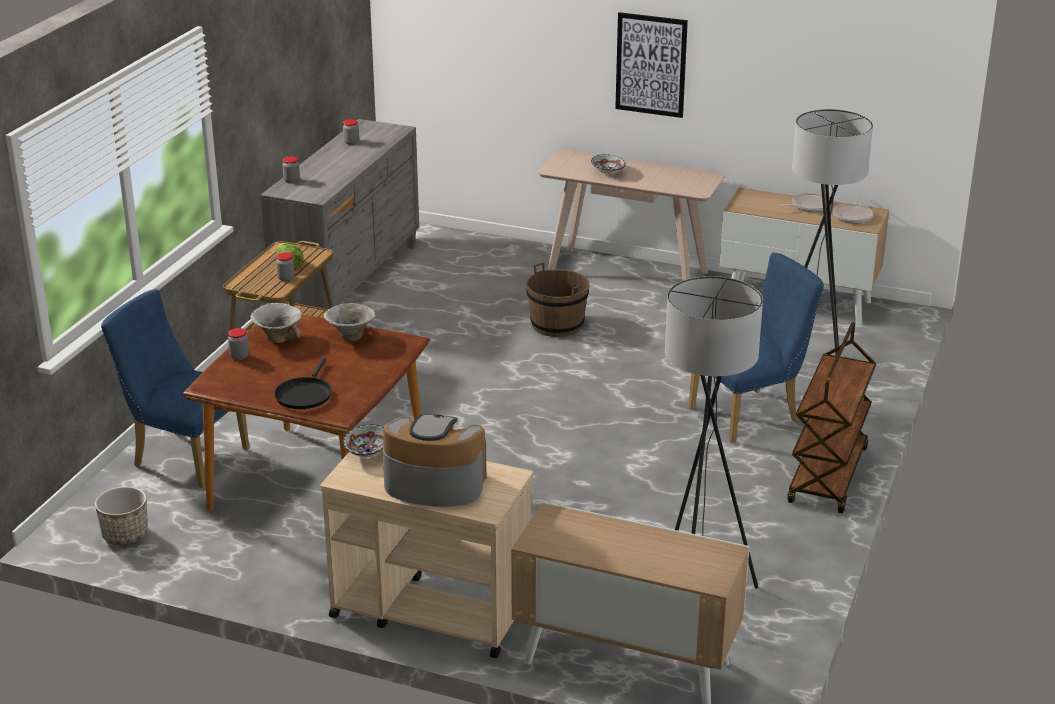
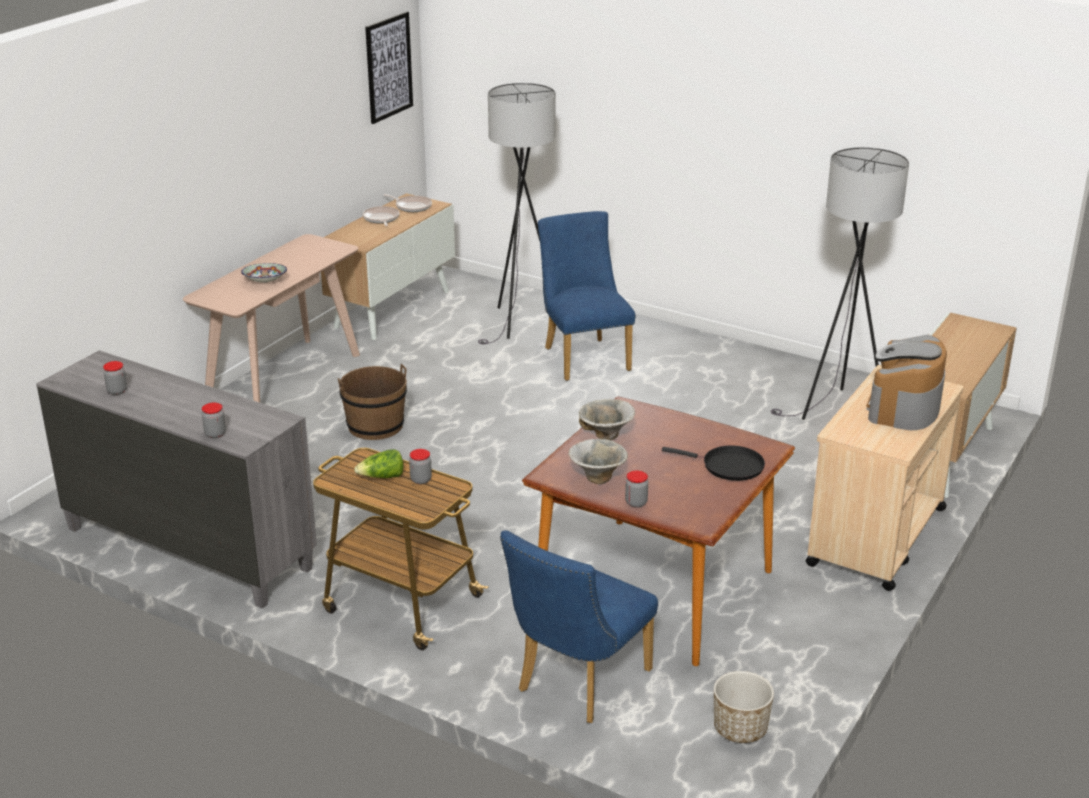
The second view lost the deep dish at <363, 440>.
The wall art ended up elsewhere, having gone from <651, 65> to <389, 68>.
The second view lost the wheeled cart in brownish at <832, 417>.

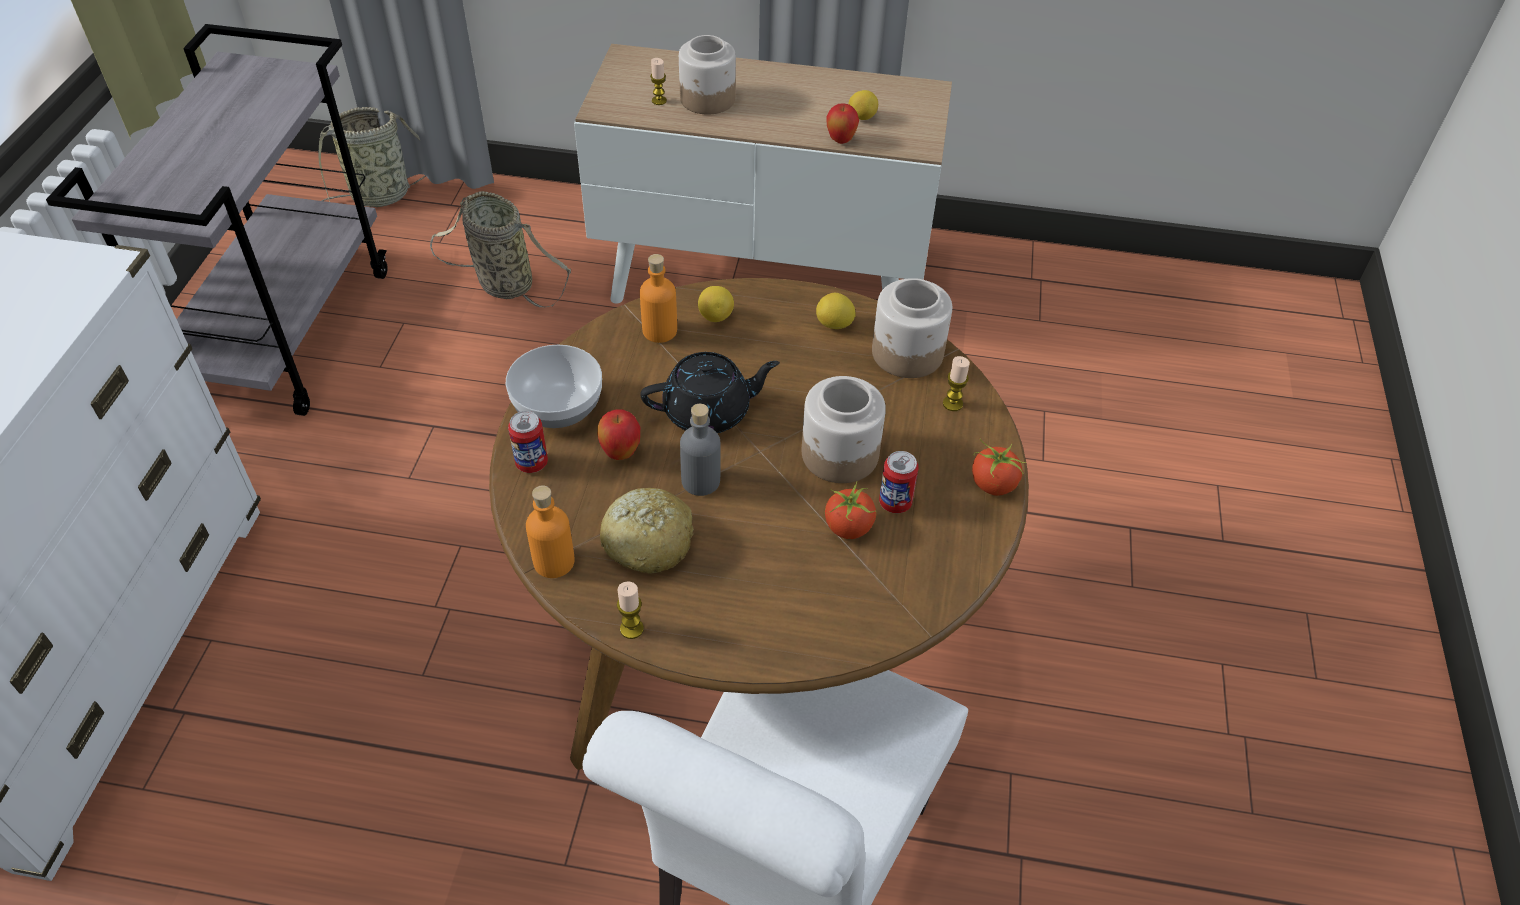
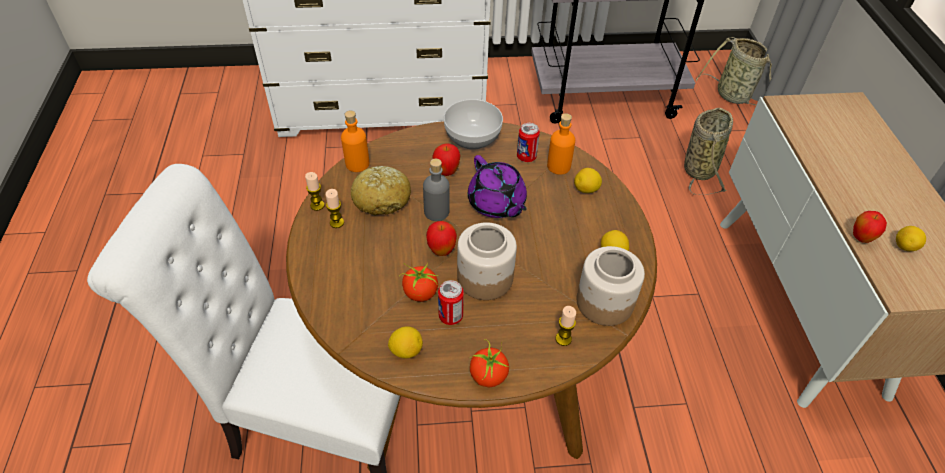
The sealed can ended up elsewhere, having gone from <528, 442> to <528, 142>.
What was the teapot in black at <710, 392> turned into the teapot in purplish at <497, 186>.
The candle ended up elsewhere, having gone from <658, 81> to <334, 208>.
The second view lost the preserve jar at <707, 75>.
The second view gained the citrus fruit at <405, 342>.
The second view gained the whole apple at <441, 238>.

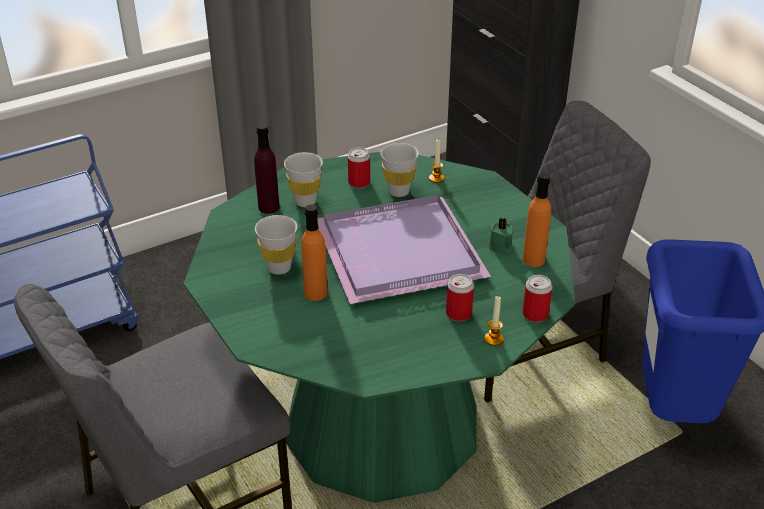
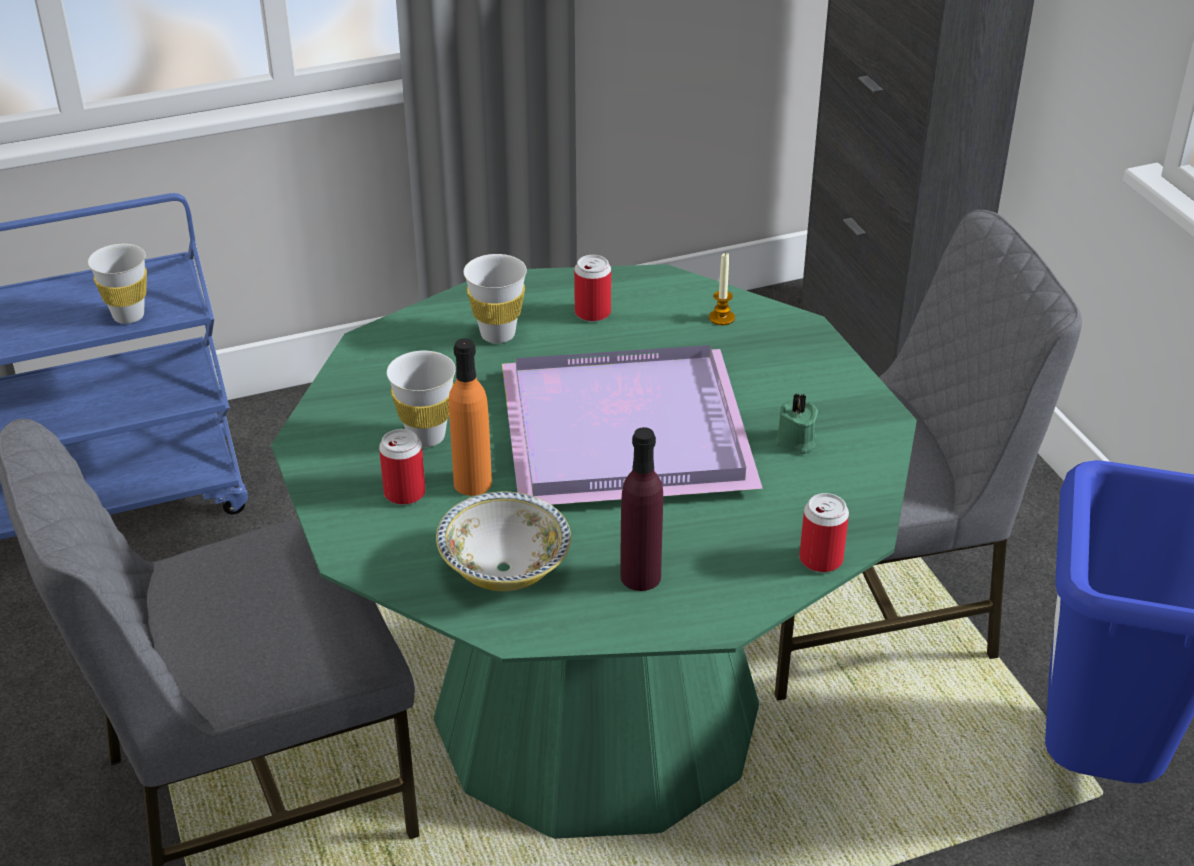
The bottle in purplish ended up elsewhere, having gone from <267, 169> to <641, 509>.
The small cup in white-coloured ended up elsewhere, having gone from <399, 170> to <117, 284>.
The sealed can ended up elsewhere, having gone from <460, 297> to <402, 467>.
The second view lost the candle at <494, 321>.
The second view lost the bottle in orangey at <537, 220>.
The second view gained the deep dish at <503, 541>.

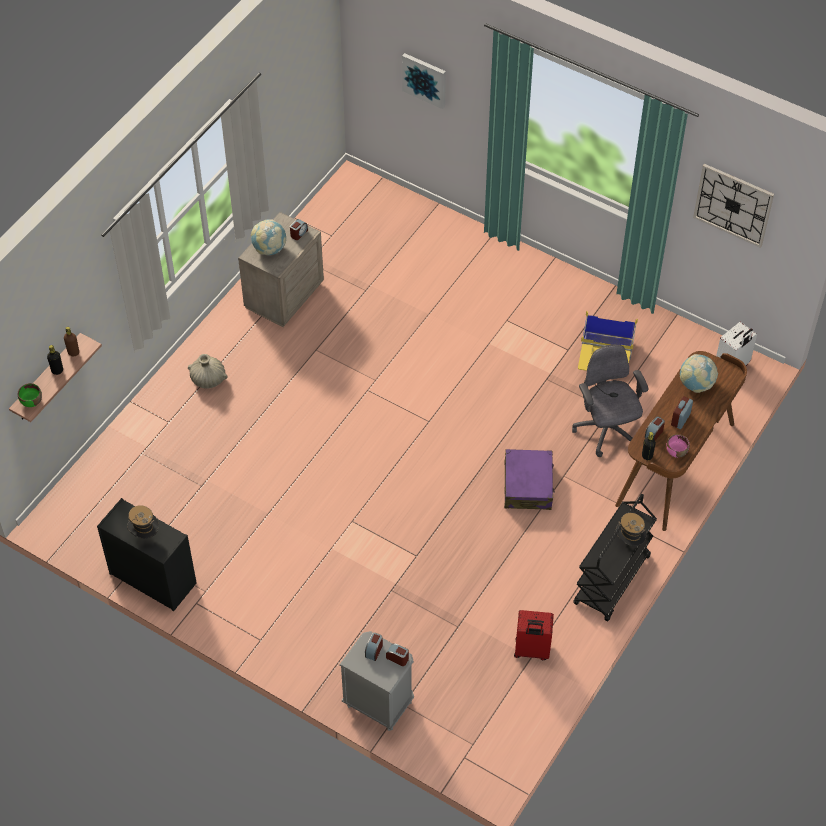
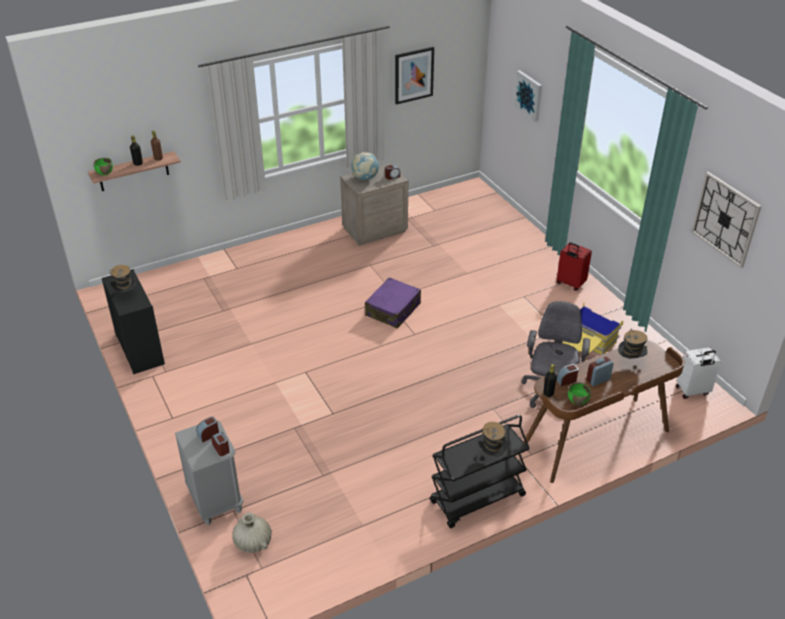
The decorative vase in beige-coloured ended up elsewhere, having gone from <207, 371> to <252, 533>.
The suitcase in purplish ended up elsewhere, having gone from <529, 479> to <393, 303>.
The suitcase in red ended up elsewhere, having gone from <534, 635> to <574, 266>.
What was the deep dish in pinkish at <678, 446> turned into the deep dish in green at <579, 393>.
Where the desk globe stood at <699, 373>, the clothing hat came to stand at <633, 343>.
The second view gained the wall art at <414, 76>.

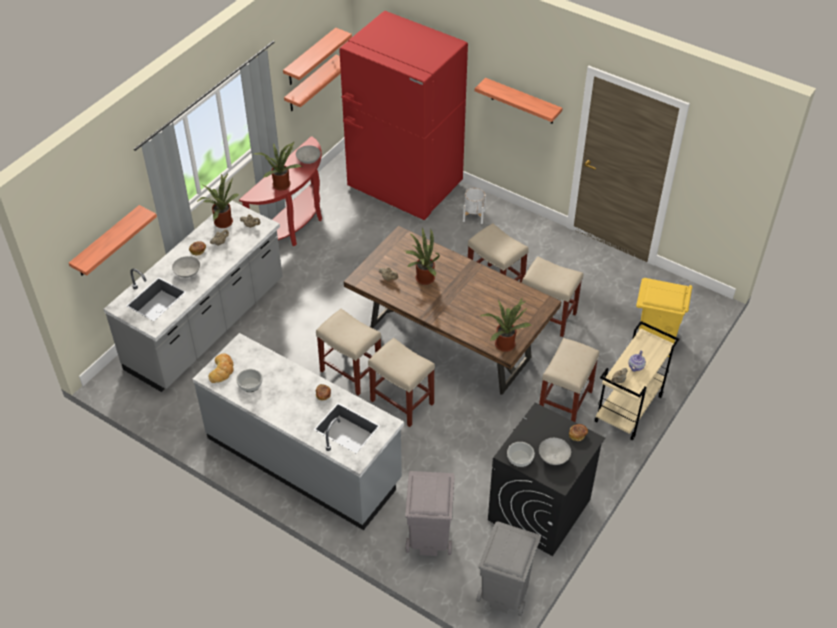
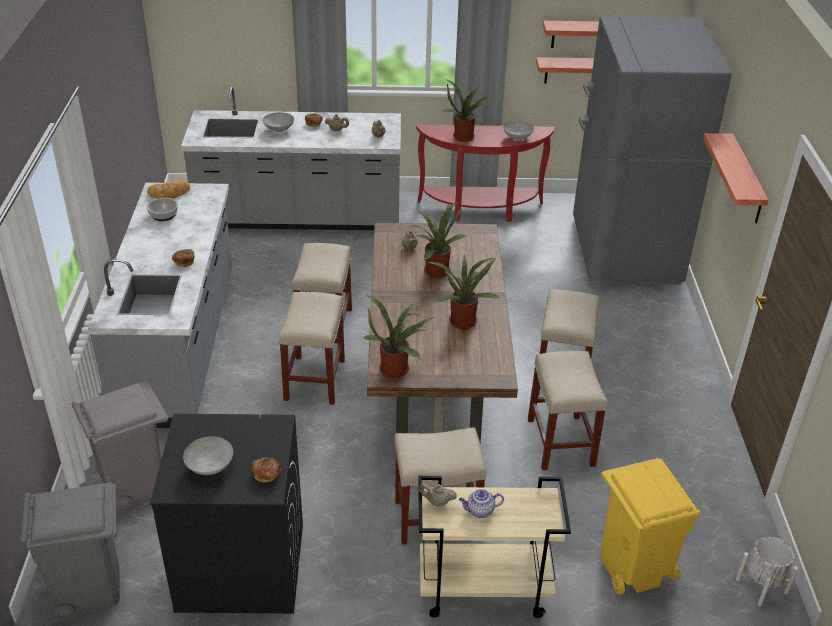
The second view lost the wall shelf at <113, 240>.
The potted plant ended up elsewhere, having gone from <218, 200> to <463, 291>.
What was the refrigerator in red at <403, 115> turned into the refrigerator in gray at <652, 150>.
The flower pot in white-coloured ended up elsewhere, having gone from <474, 206> to <767, 571>.
The second view lost the deep dish at <521, 454>.

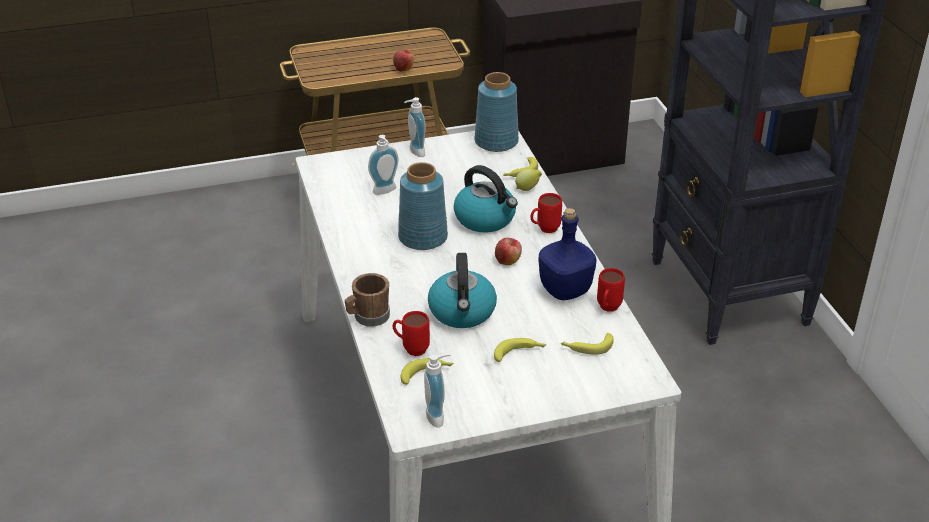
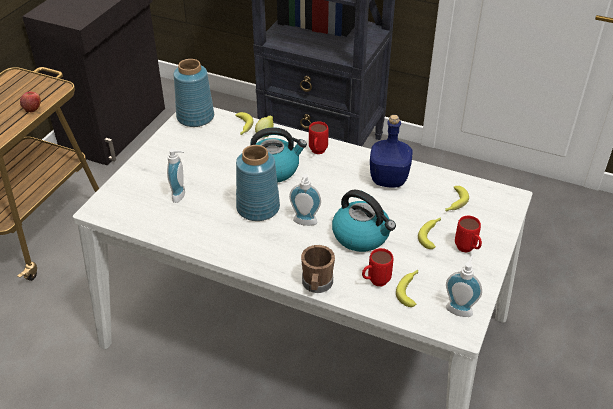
The liquid soap bottle ended up elsewhere, having gone from <415, 127> to <305, 200>.
The second view lost the whole apple at <508, 251>.
The coffee mug in red ended up elsewhere, having gone from <611, 290> to <468, 234>.

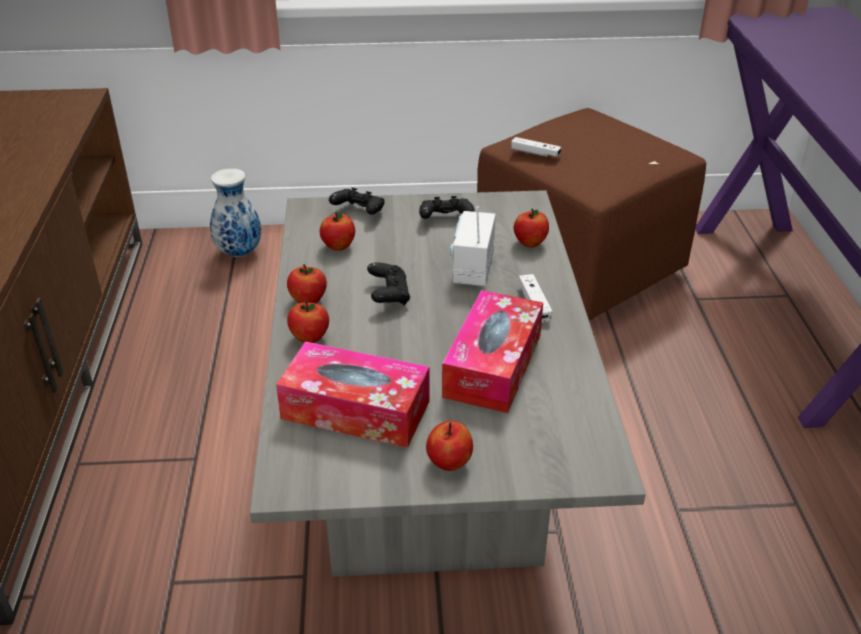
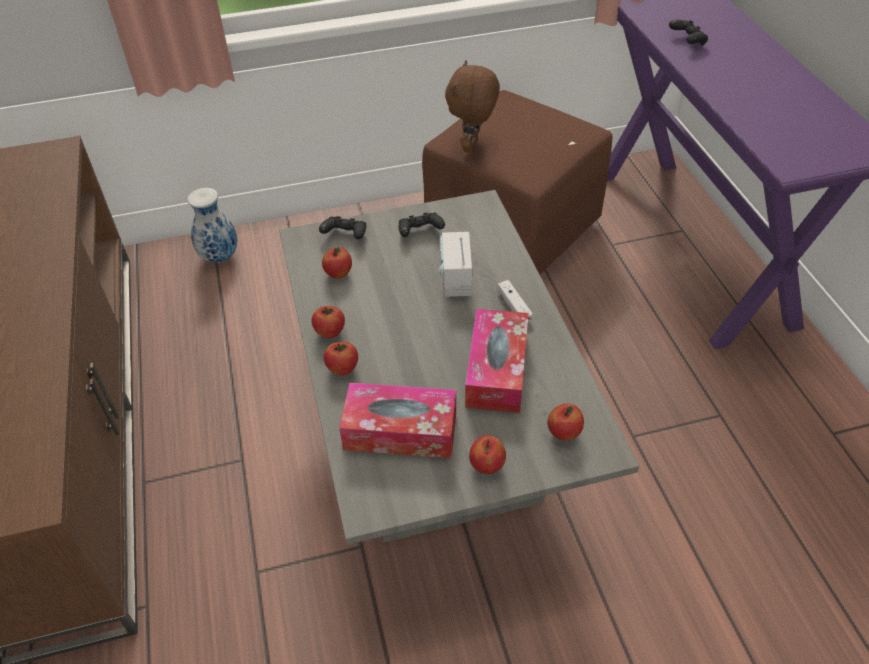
The gamepad in black ended up elsewhere, having gone from <388, 284> to <688, 33>.
Where the gamepad in white-coloured stood at <536, 147>, the plush toy in brownish came to stand at <472, 106>.
The whole apple ended up elsewhere, having gone from <531, 227> to <565, 422>.

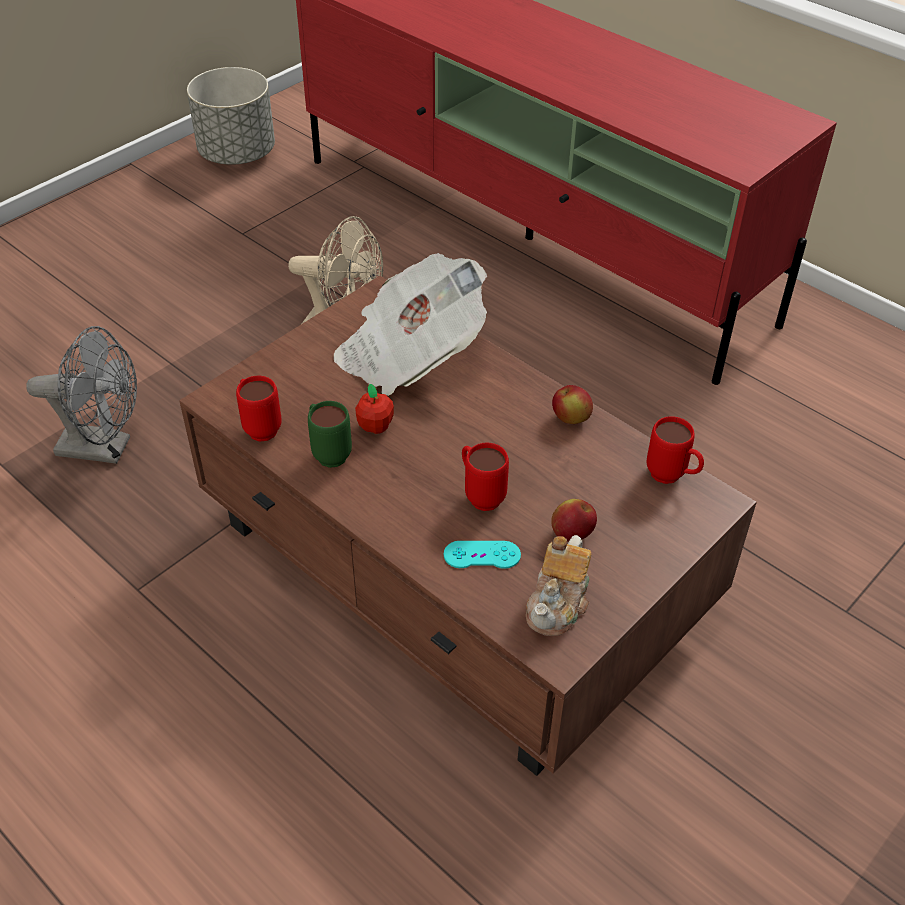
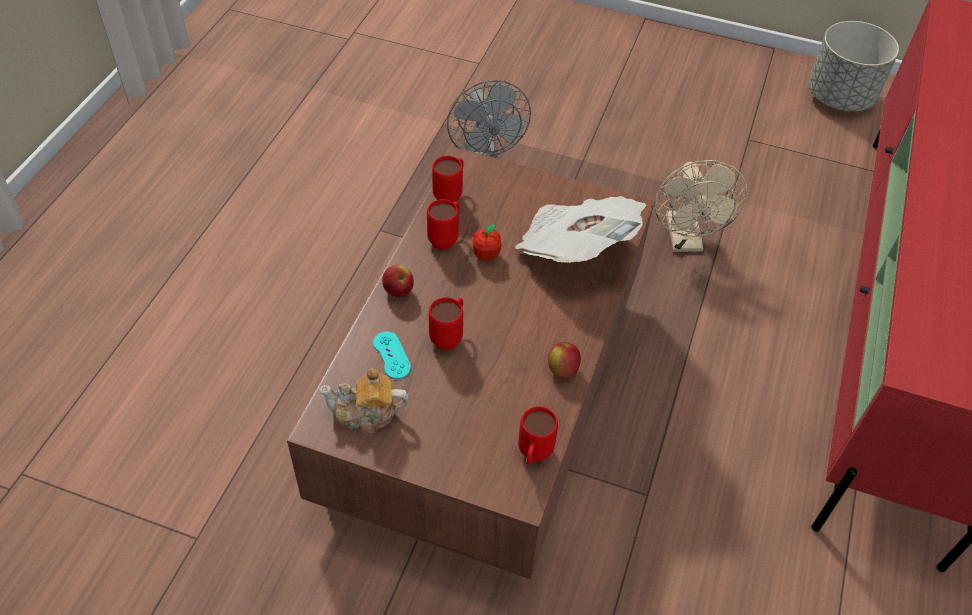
What was the coffee mug in green at <330, 434> turned into the coffee mug in red at <443, 224>.
The whole apple ended up elsewhere, having gone from <574, 520> to <398, 281>.

